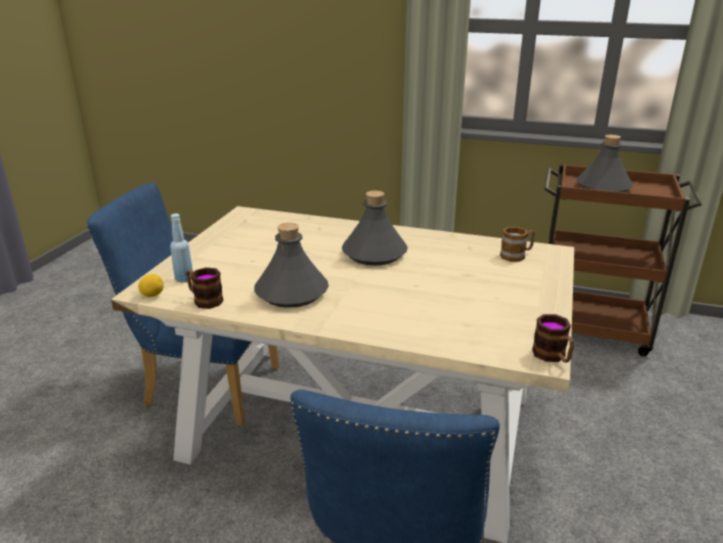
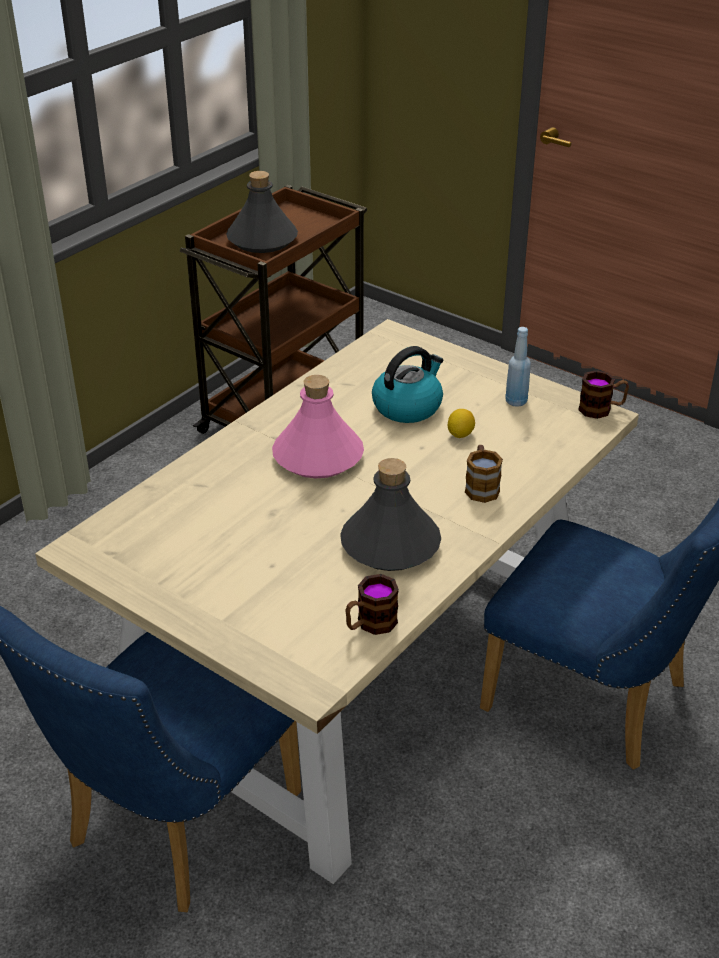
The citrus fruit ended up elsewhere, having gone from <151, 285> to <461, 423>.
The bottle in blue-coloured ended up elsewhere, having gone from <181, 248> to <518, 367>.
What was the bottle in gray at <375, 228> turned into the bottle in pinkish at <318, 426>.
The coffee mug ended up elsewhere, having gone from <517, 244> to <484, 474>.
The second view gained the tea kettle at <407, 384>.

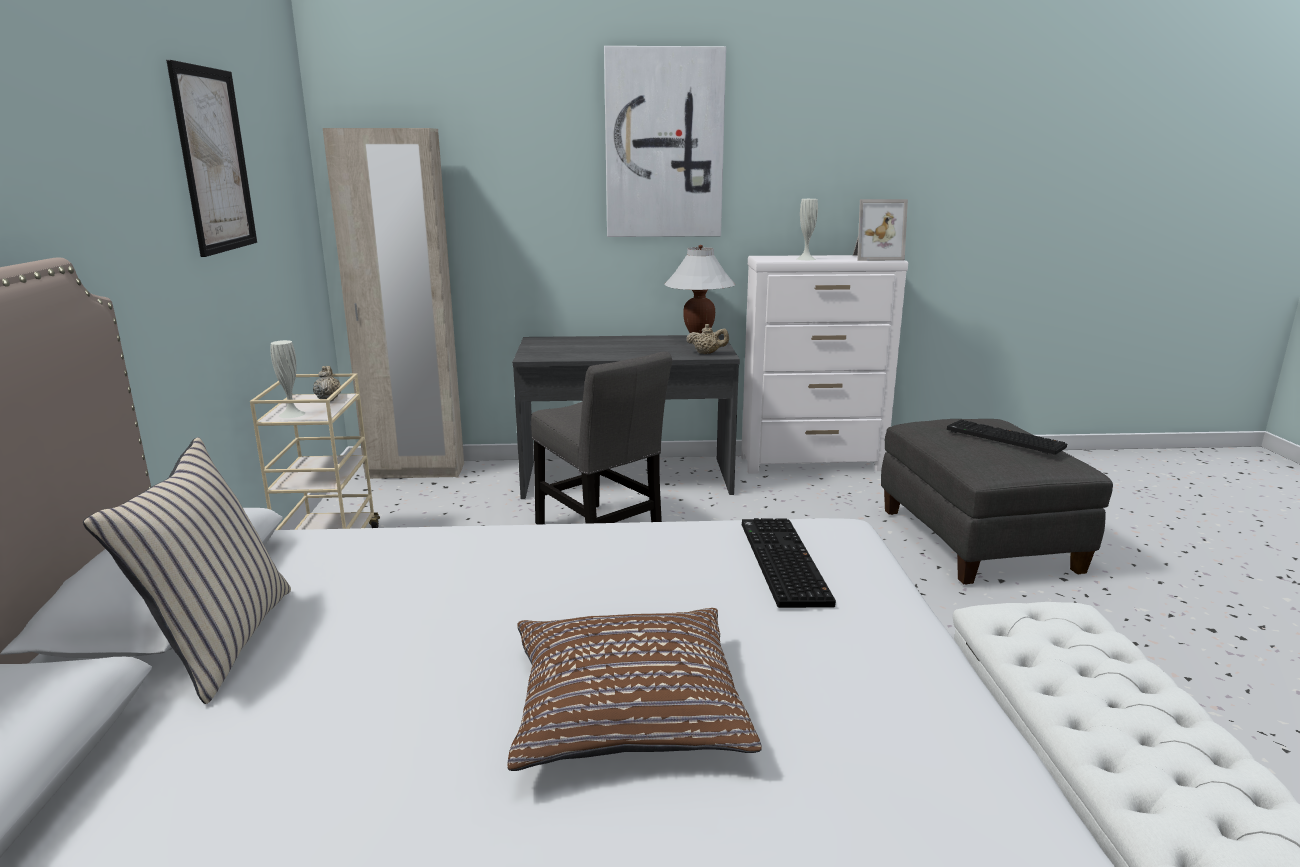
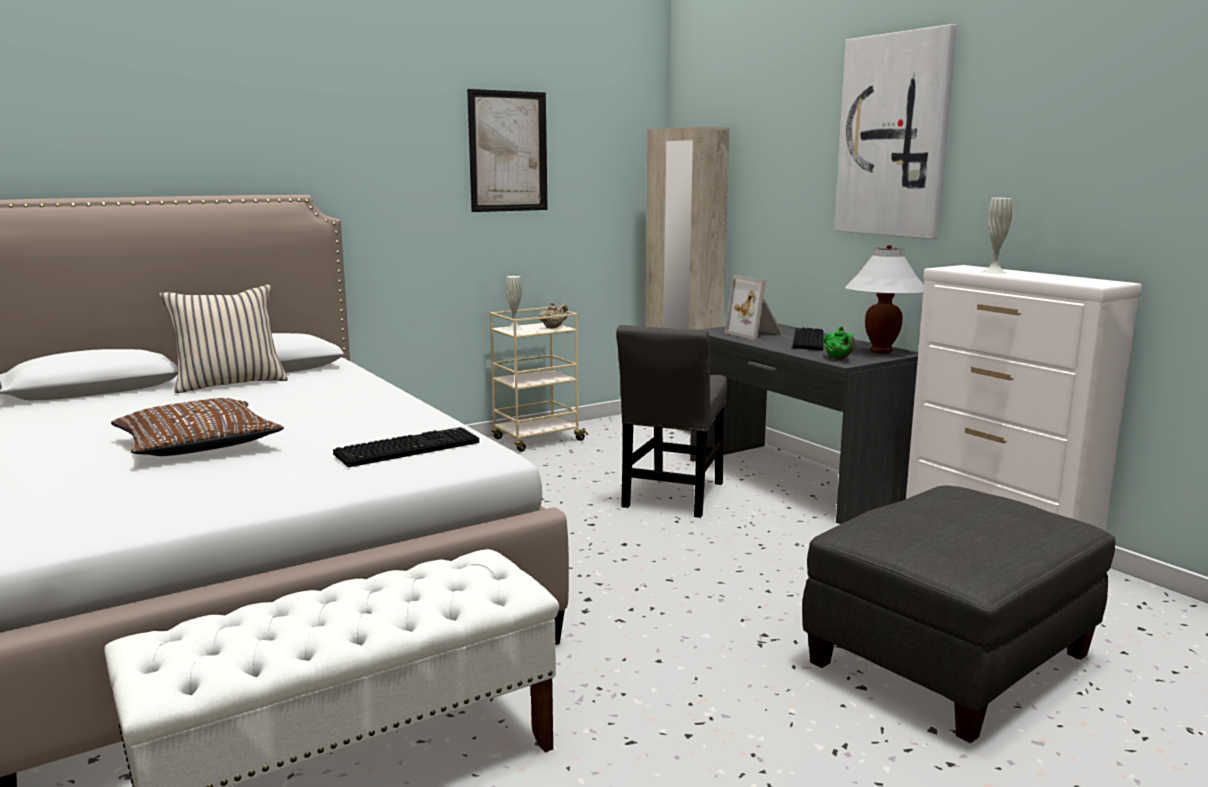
What was the teapot in beige-coloured at <707, 339> turned into the teapot in green at <839, 342>.
The picture frame ended up elsewhere, having gone from <880, 230> to <753, 307>.
The PC keyboard ended up elsewhere, having gone from <1007, 437> to <808, 339>.

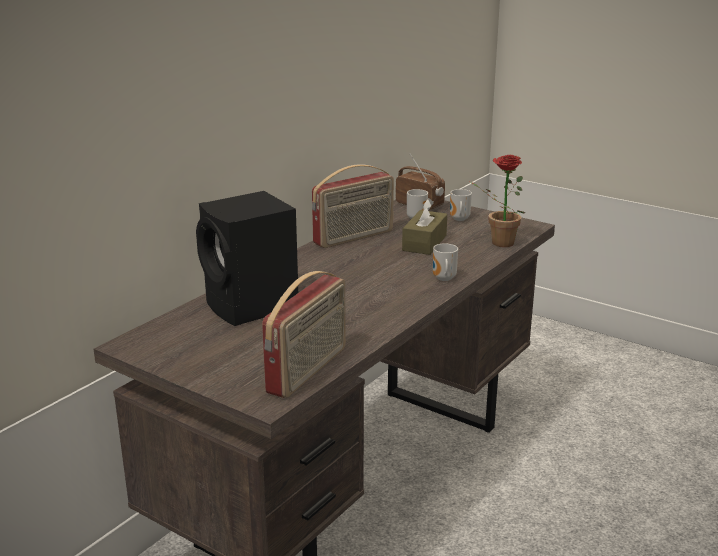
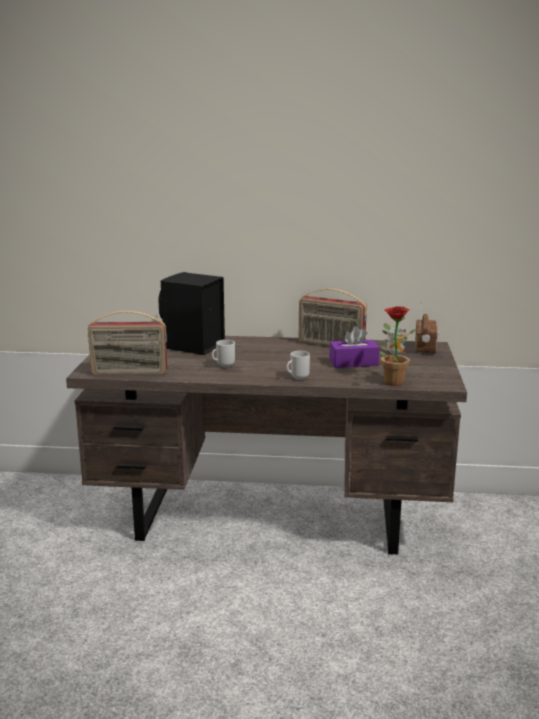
What was the tissue holder in brownish at <424, 226> turned into the tissue holder in purplish at <354, 347>.
The coffee mug ended up elsewhere, having gone from <461, 205> to <223, 354>.

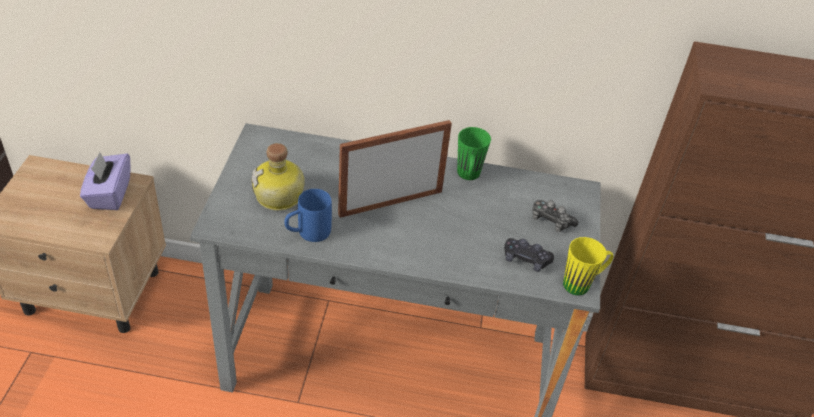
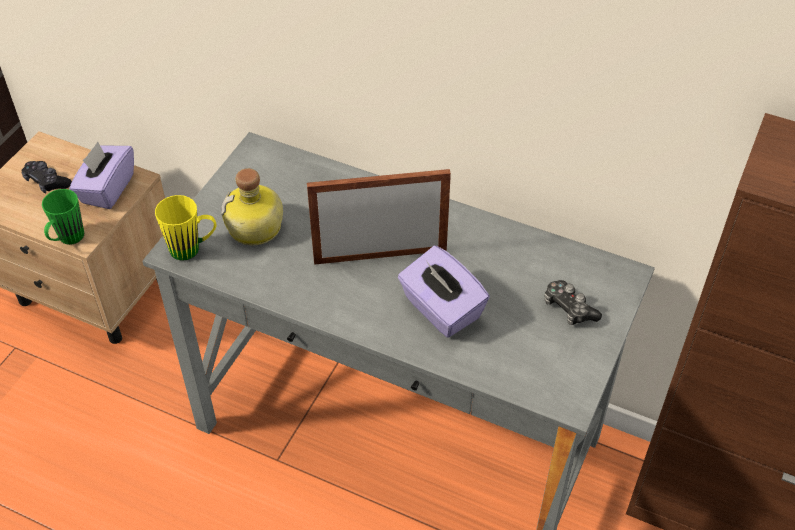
The second view lost the coffee mug in blue-coloured at <308, 215>.
The coffee mug in green ended up elsewhere, having gone from <474, 153> to <63, 217>.
The gamepad in black ended up elsewhere, having gone from <529, 255> to <47, 177>.
The coffee mug in yellow-coloured ended up elsewhere, having gone from <588, 266> to <186, 228>.
The second view gained the tissue holder in purplish at <444, 292>.

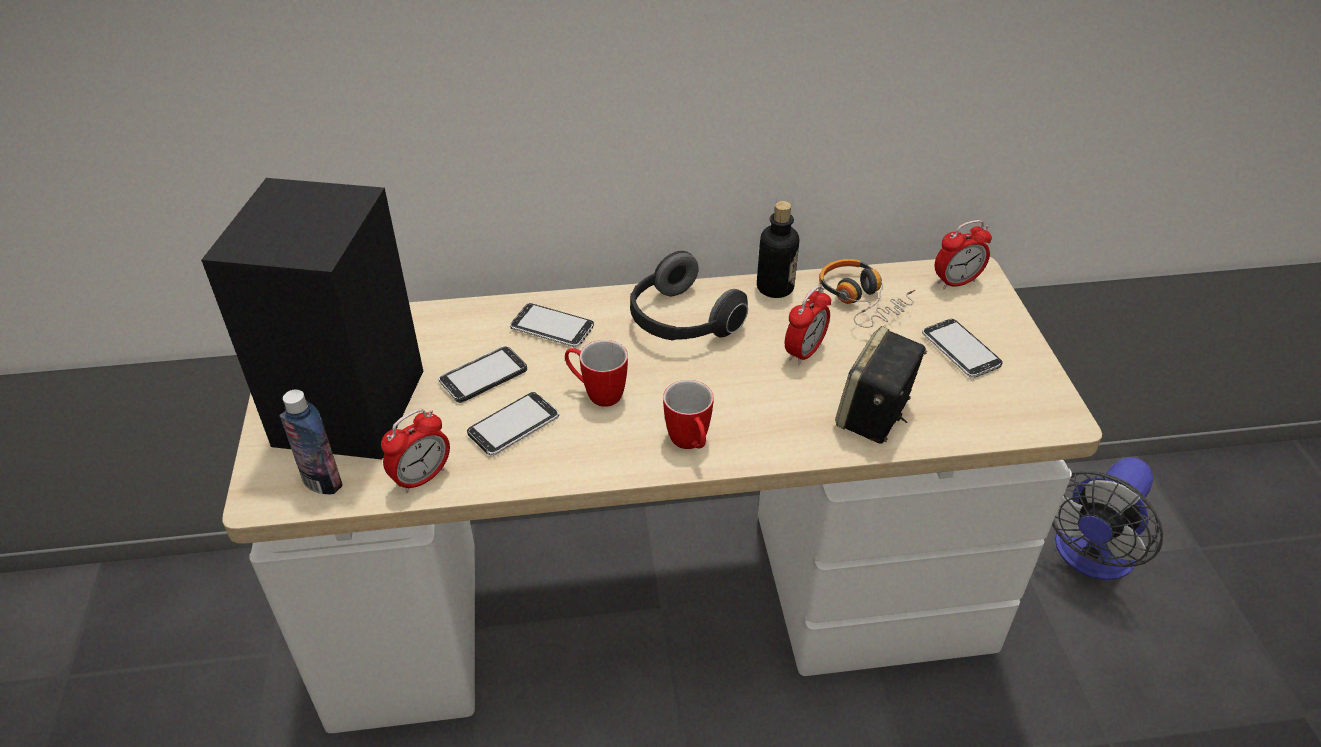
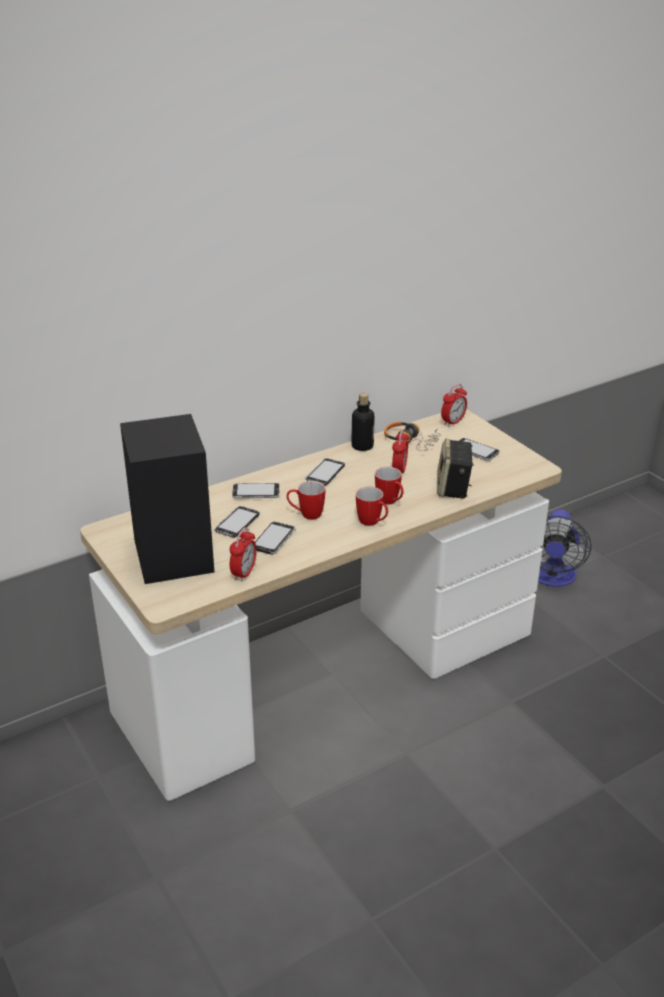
The second view lost the bottle at <311, 441>.
Where the headset stood at <689, 296>, the handset came to stand at <325, 472>.
The second view gained the coffee mug at <389, 486>.

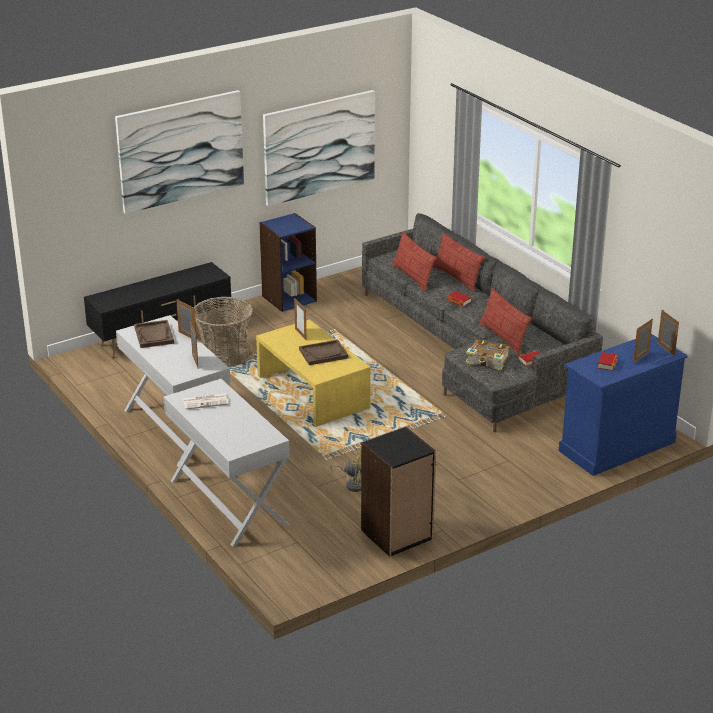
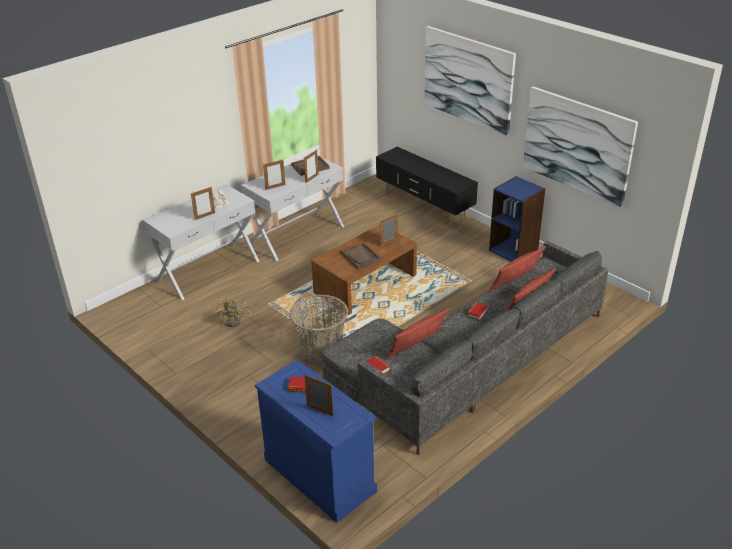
The storage basket ended up elsewhere, having gone from <223, 331> to <319, 330>.
What was the lounge table in yellow-coloured at <313, 373> turned into the lounge table in brownish at <364, 269>.
The second view lost the bookcase in black at <398, 492>.
The second view lost the volume at <488, 354>.
The picture frame ended up elsewhere, having gone from <668, 333> to <203, 203>.

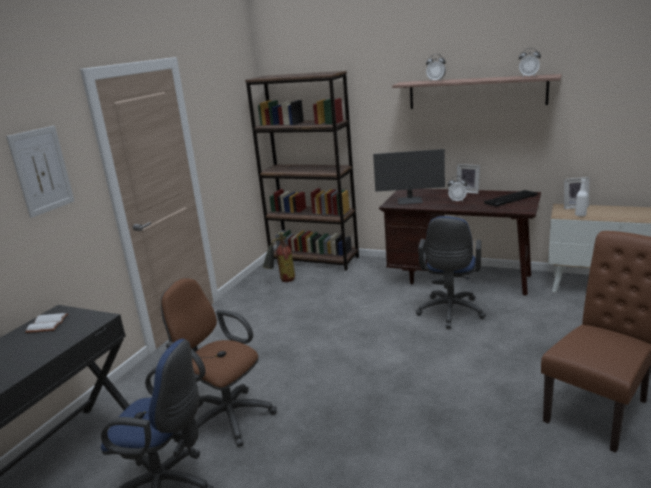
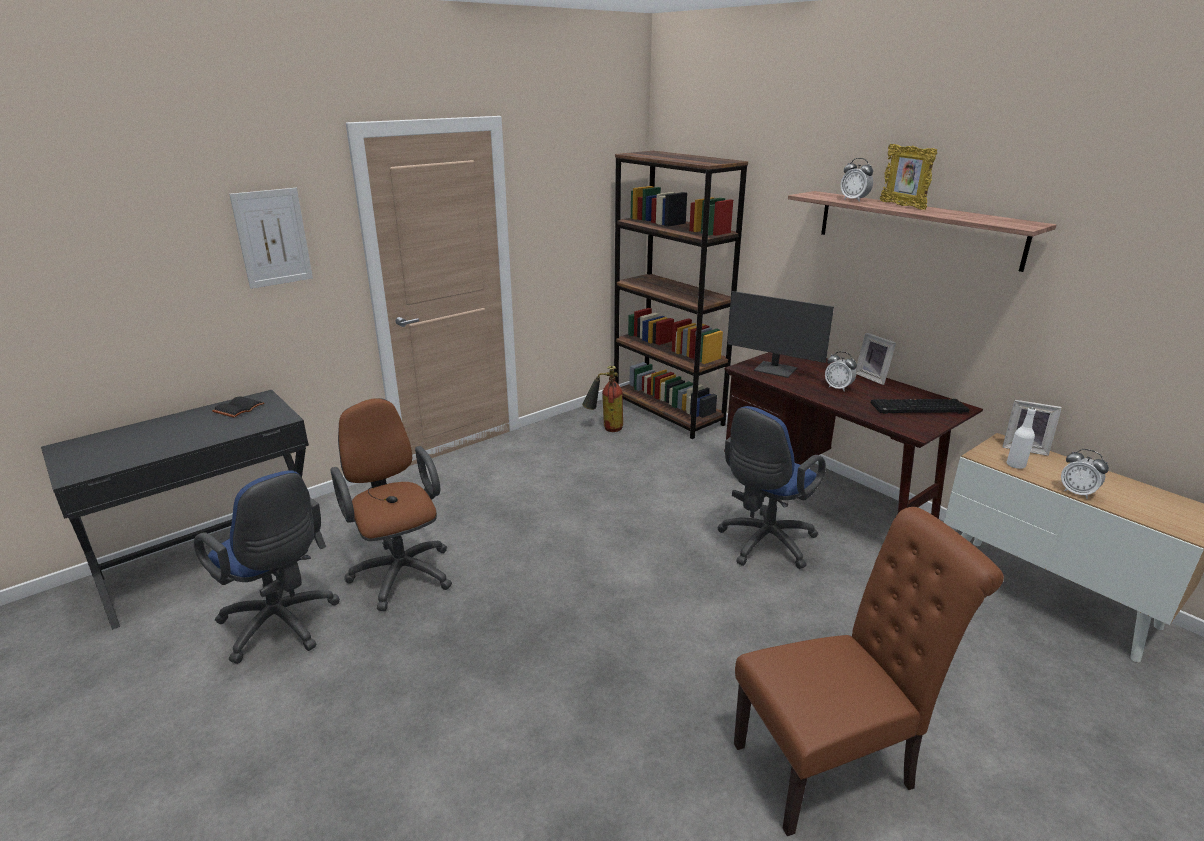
What was the volume in white-coloured at <47, 323> turned into the volume in black at <238, 407>.
The alarm clock ended up elsewhere, having gone from <530, 63> to <1085, 474>.
The second view gained the picture frame at <908, 177>.

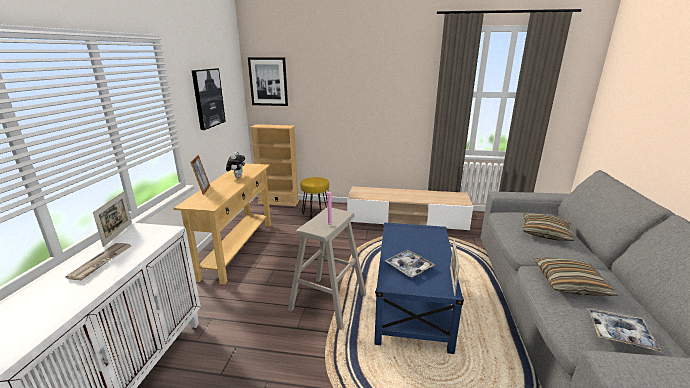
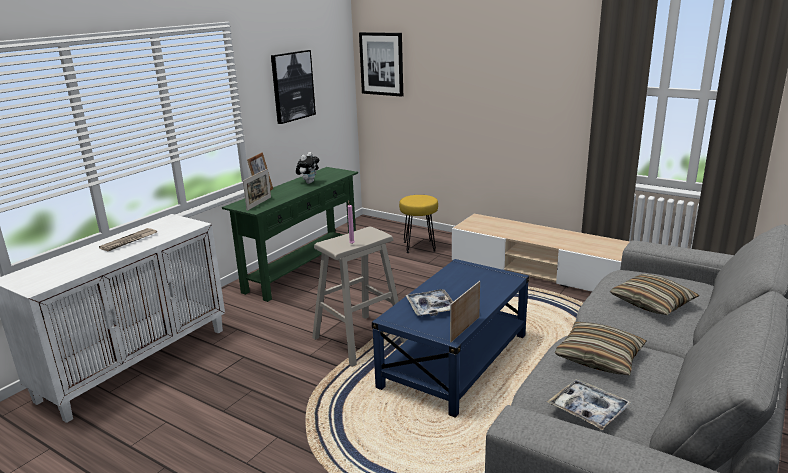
The picture frame ended up elsewhere, having gone from <112, 219> to <257, 190>.
What was the narrow table in beige-coloured at <222, 224> turned into the narrow table in green at <290, 234>.
The second view lost the bookcase in beige-coloured at <274, 165>.

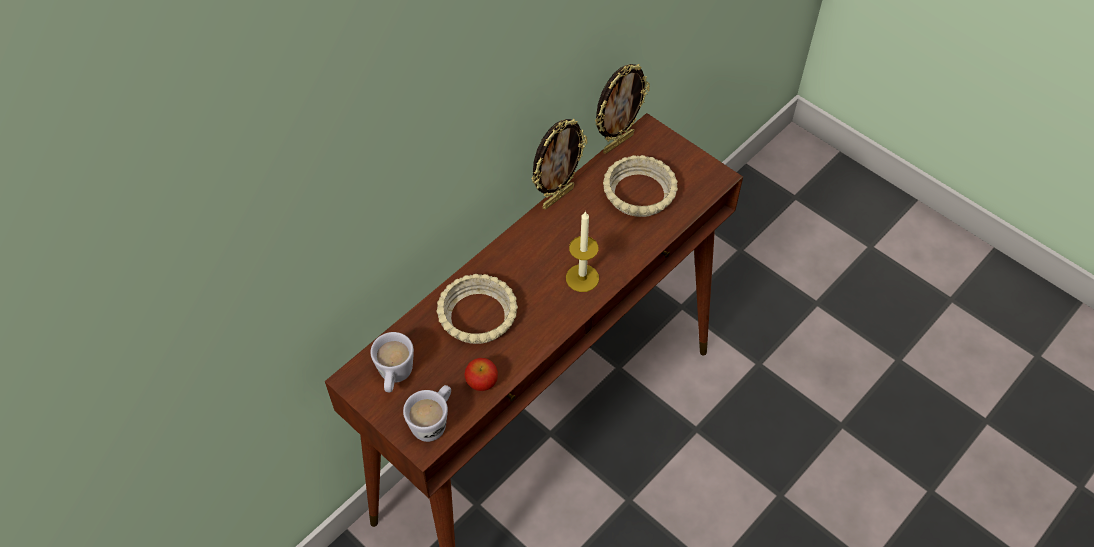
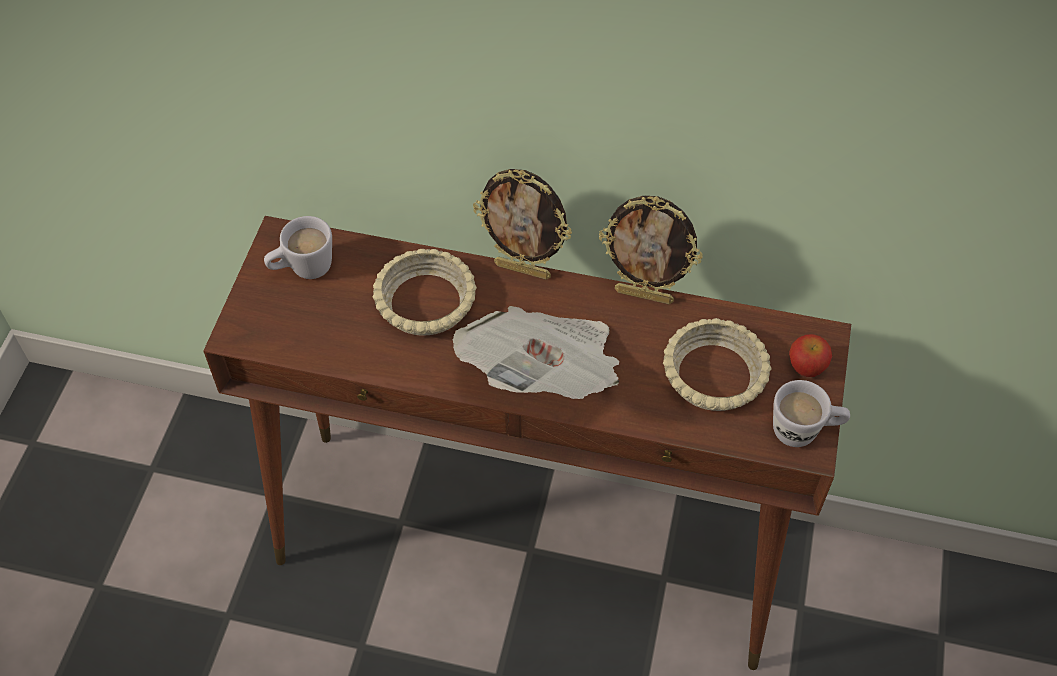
The coffee mug in white-coloured ended up elsewhere, having gone from <427, 413> to <811, 413>.
The whole apple ended up elsewhere, having gone from <481, 374> to <810, 355>.
Where the candle stood at <582, 251>, the daily paper came to stand at <536, 352>.
The picture frame ended up elsewhere, having gone from <622, 109> to <522, 224>.

